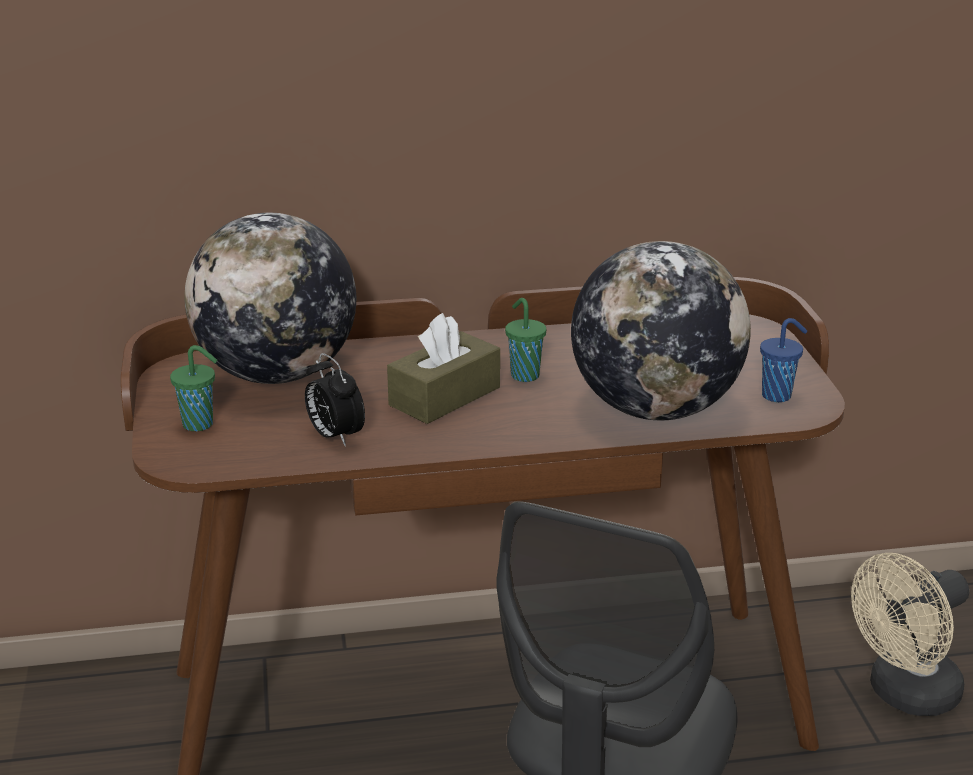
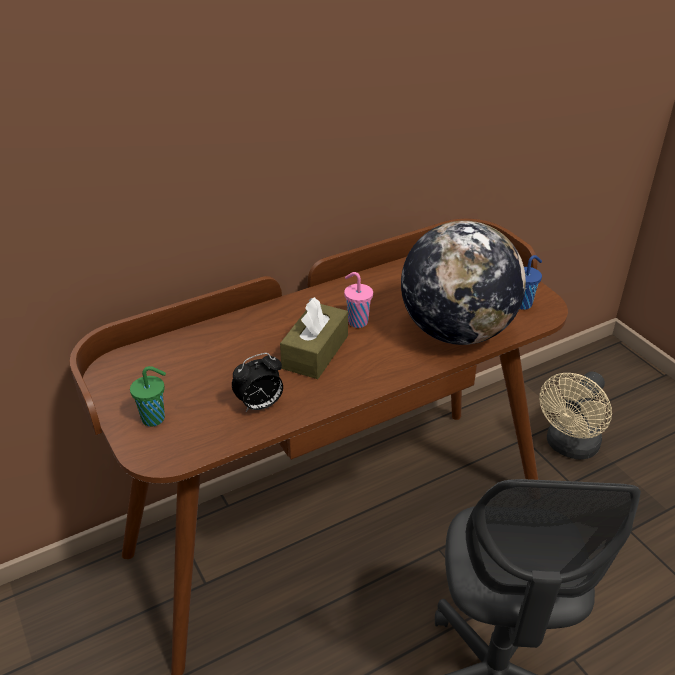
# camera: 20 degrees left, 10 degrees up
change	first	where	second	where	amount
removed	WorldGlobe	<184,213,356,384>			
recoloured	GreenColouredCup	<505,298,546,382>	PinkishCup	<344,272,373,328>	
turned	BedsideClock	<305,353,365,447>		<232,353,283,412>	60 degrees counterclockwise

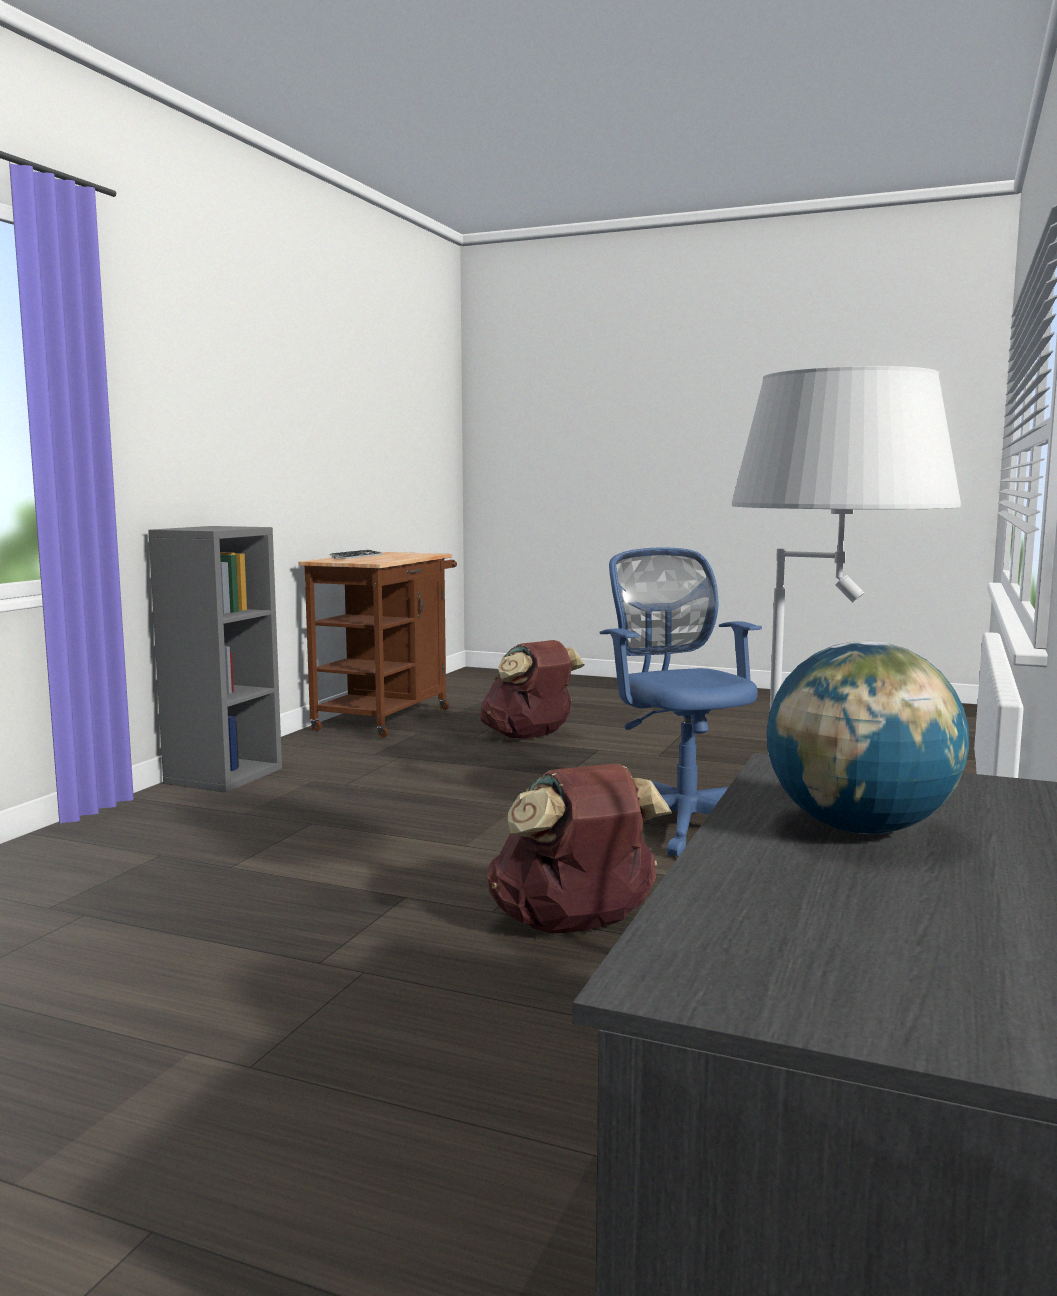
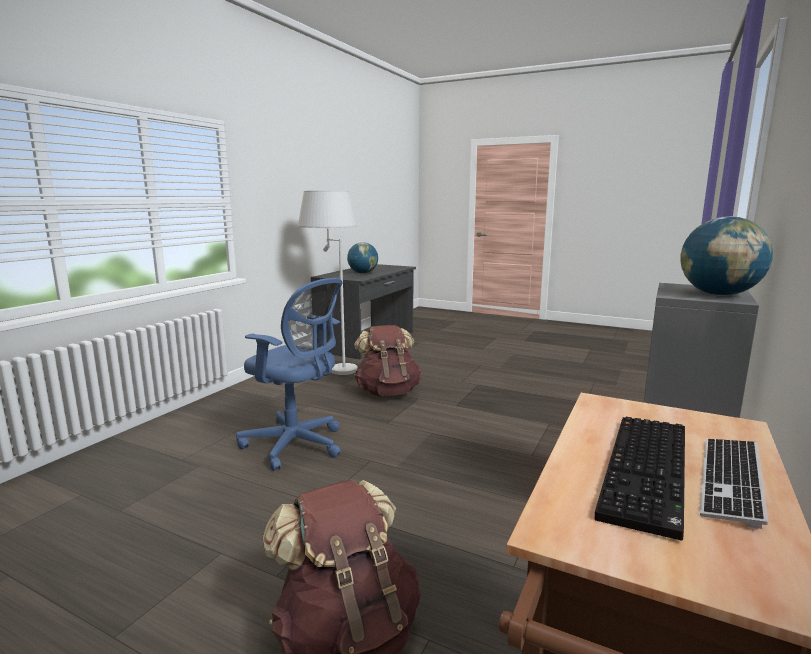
# camera: 175 degrees left, 5 degrees up
change	first	where	second	where	amount
added			PcKeyboard	<595,417,685,541>	
added			WorldGlobe	<680,216,773,296>	
turned	BlueComputerChair	<599,547,762,857>		<236,278,343,471>	45 degrees counterclockwise

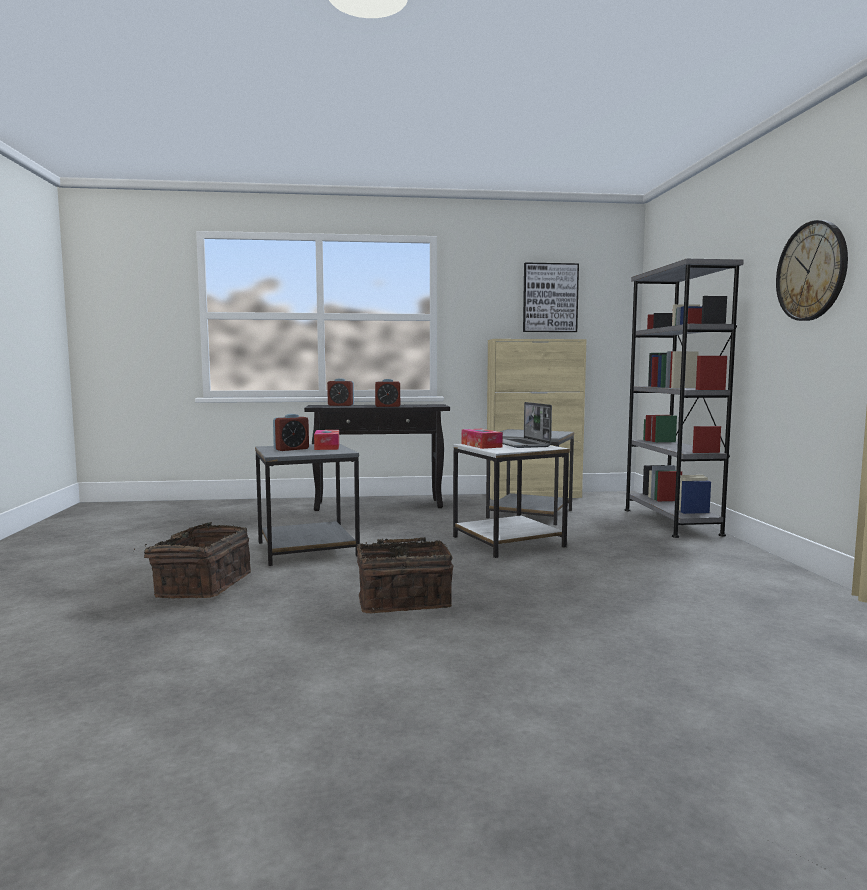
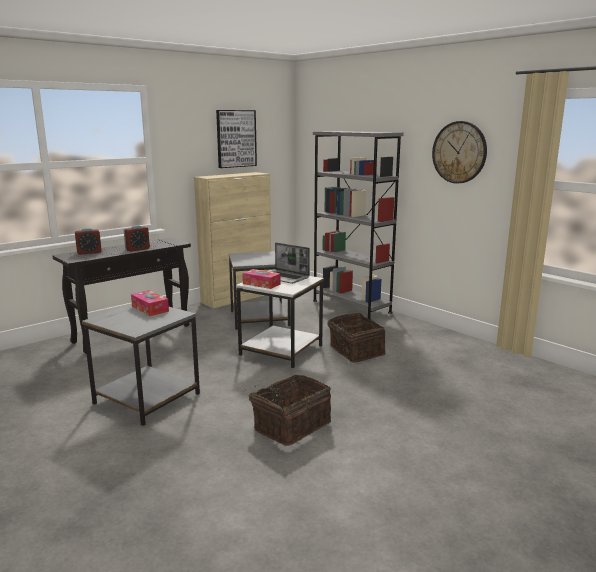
# camera: 35 degrees left, 10 degrees up
change	first	where	second	where	amount
removed	BedsideClock	<273,414,309,451>			
moved	StorageBasket	<133,522,251,598>		<327,313,386,363>	

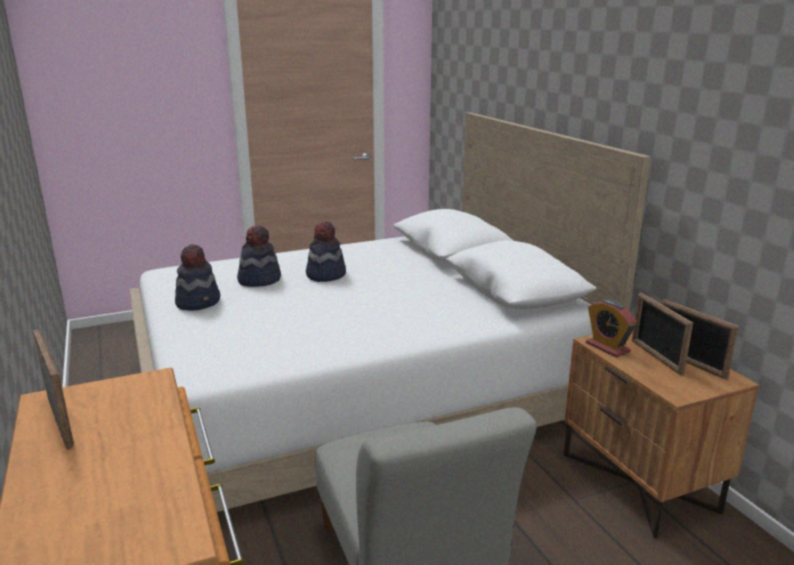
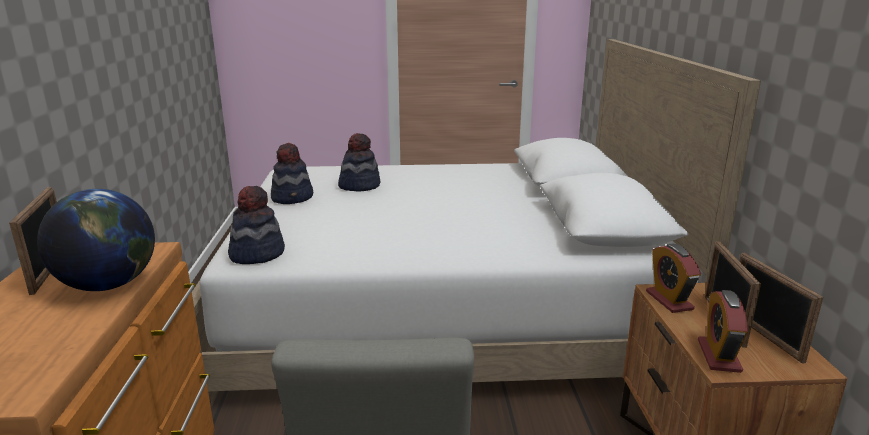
# camera: 20 degrees right, 0 degrees up
change	first	where	second	where	amount
added			WorldGlobe	<37,189,155,291>	
added			BedsideClock	<698,290,748,373>	
moved	WearableHat	<306,221,346,282>		<228,186,285,264>	

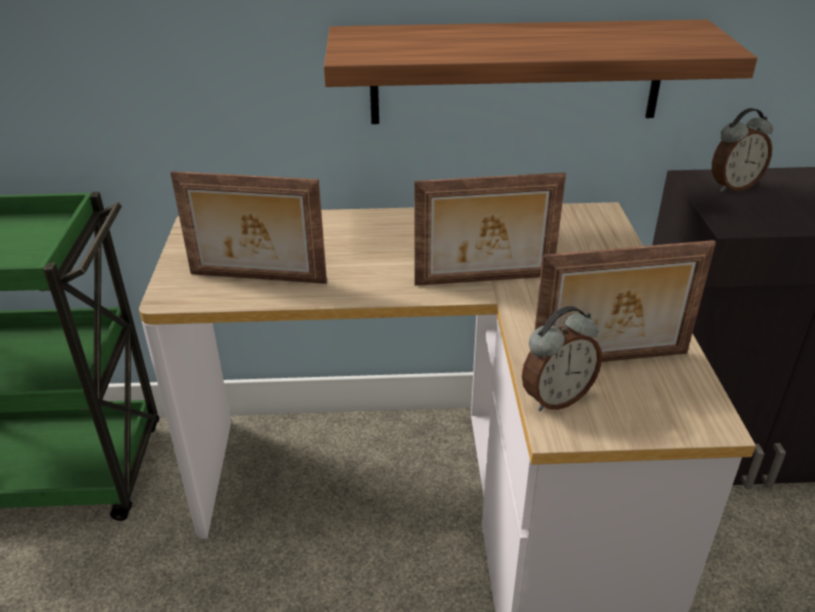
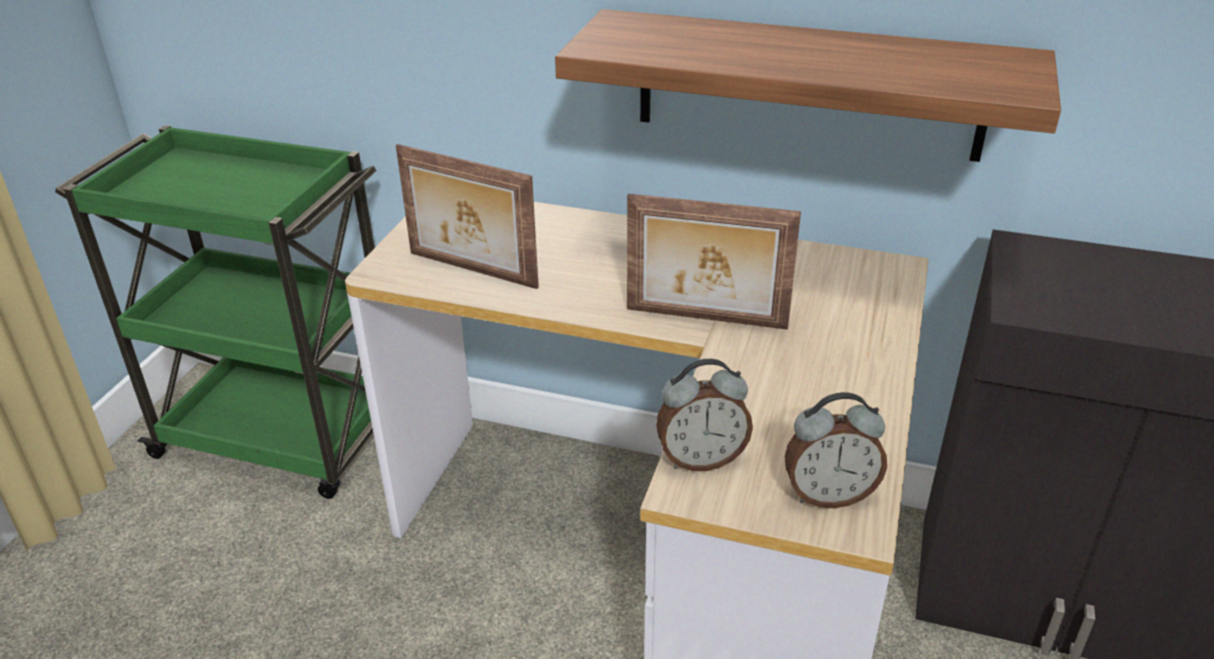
# camera: 20 degrees right, 0 degrees up
change	first	where	second	where	amount
removed	StandingFrame	<534,240,716,362>			
moved	BedsideClock	<712,108,773,192>		<784,392,887,508>	

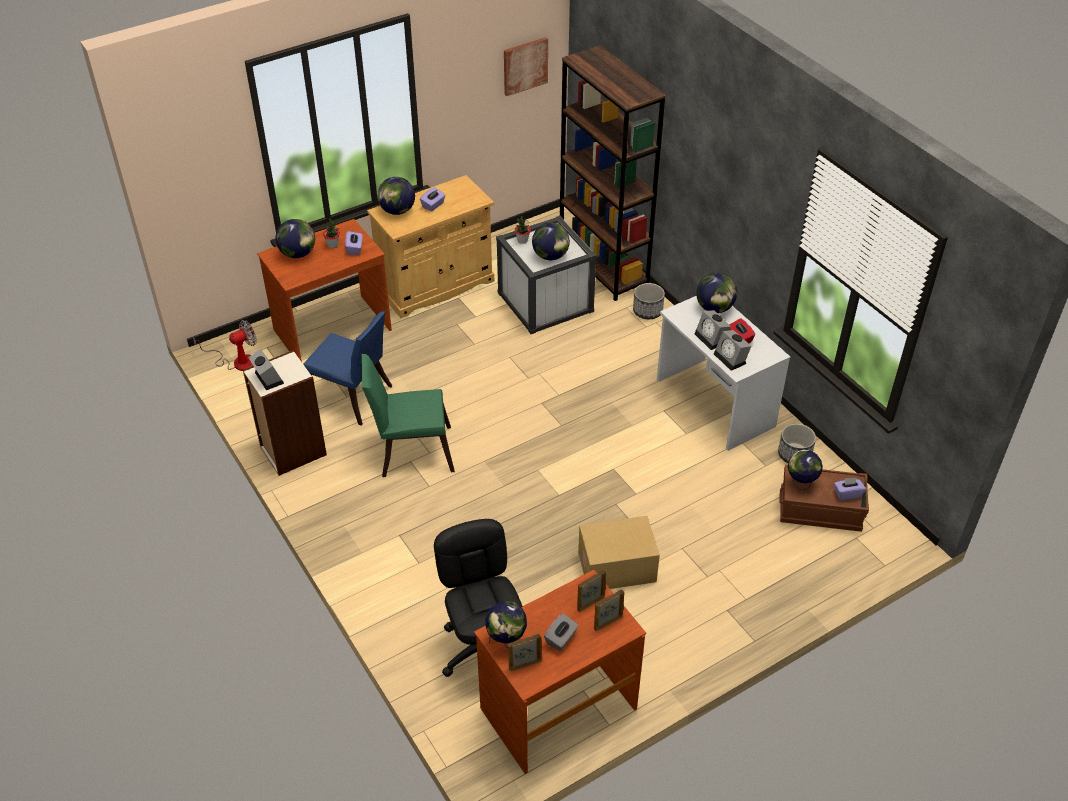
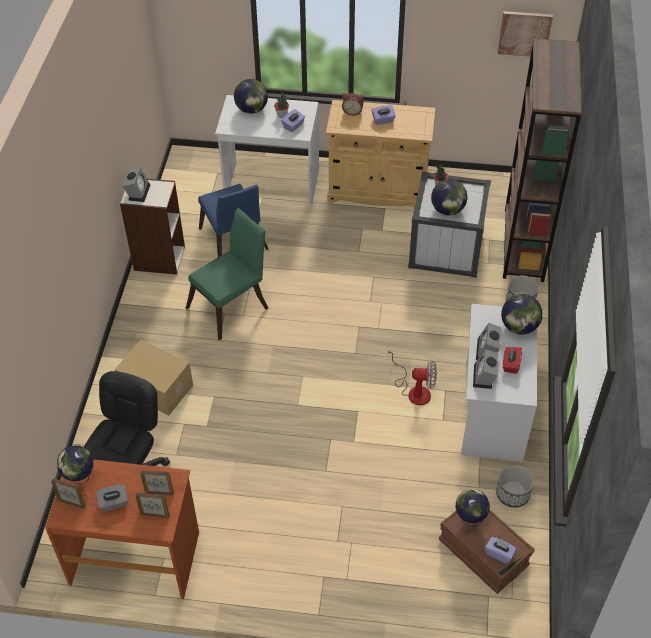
# camera: 40 degrees right, 5 degrees up
change	first	where	second	where	amount
moved	CoolingFan	<192,320,257,371>		<388,348,437,405>	
moved	CardboardBox	<578,516,660,589>		<115,340,193,415>	
replaced	WorldGlobe	<377,177,415,215>	BedsideClock	<342,93,364,116>	
recoloured	BrownDeskUnit	<257,219,392,362>	WhitishDeskUnit	<215,95,319,207>	
turned	GreenColouredUprightChair	<362,354,455,477>		<186,208,268,340>	105 degrees clockwise

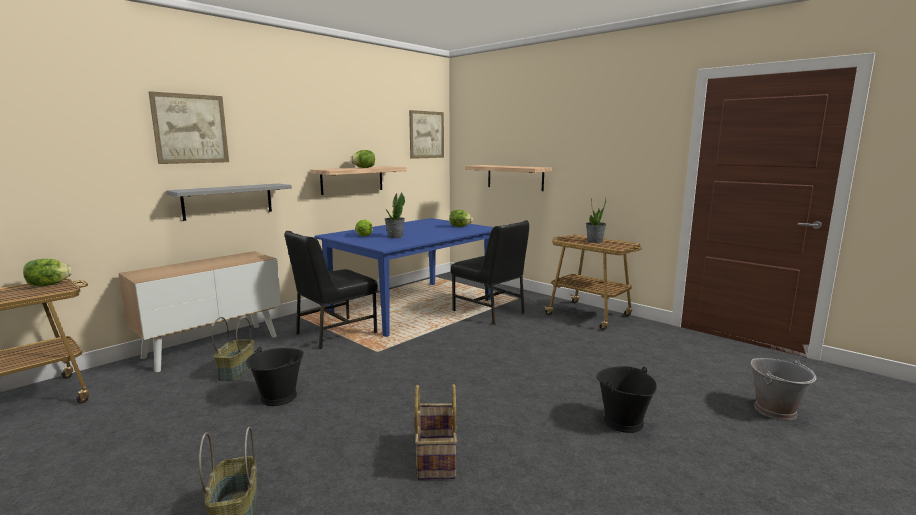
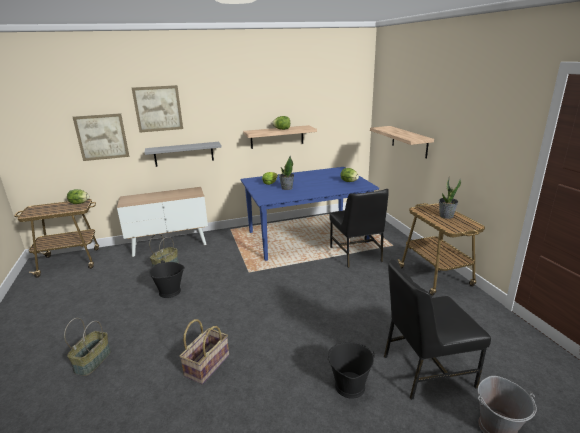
# camera: 30 degrees right, 10 degrees up
change	first	where	second	where	amount
moved	BlackishUprightChair	<285,231,378,349>		<384,259,491,400>	
moved	WallArt	<409,110,444,159>		<73,113,129,161>	

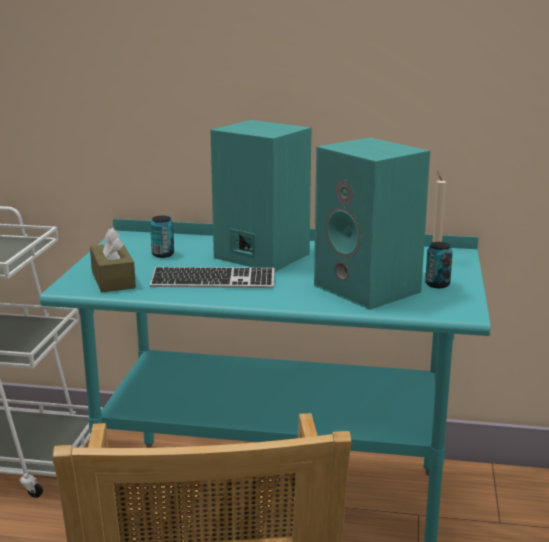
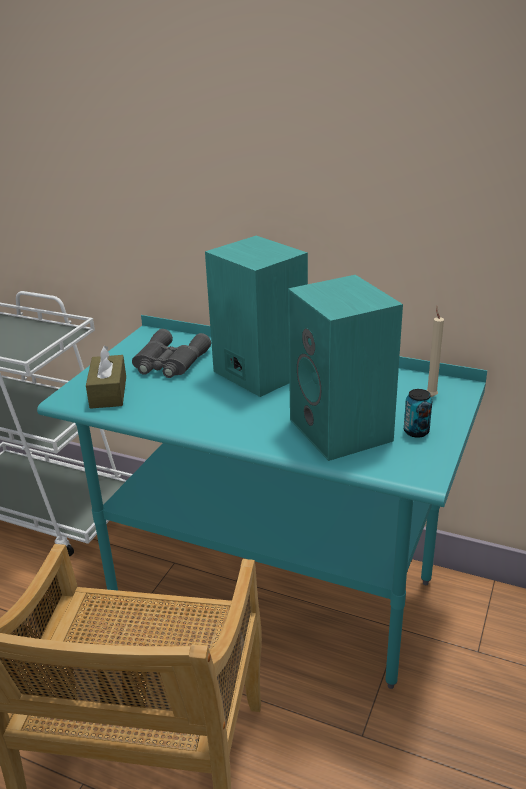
# camera: 15 degrees right, 10 degrees up
change	first	where	second	where	amount
removed	PcKeyboard	<150,267,275,288>			
replaced	SealedCan	<150,216,174,258>	GreyFieldGlasses	<132,329,211,378>	

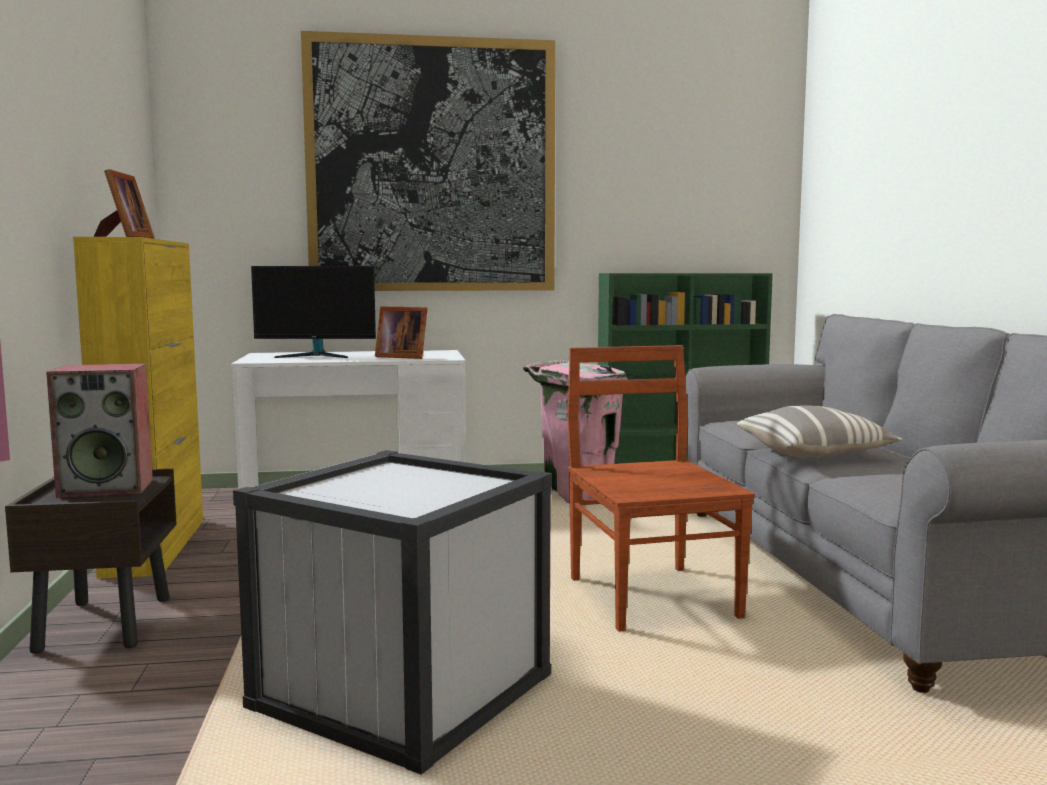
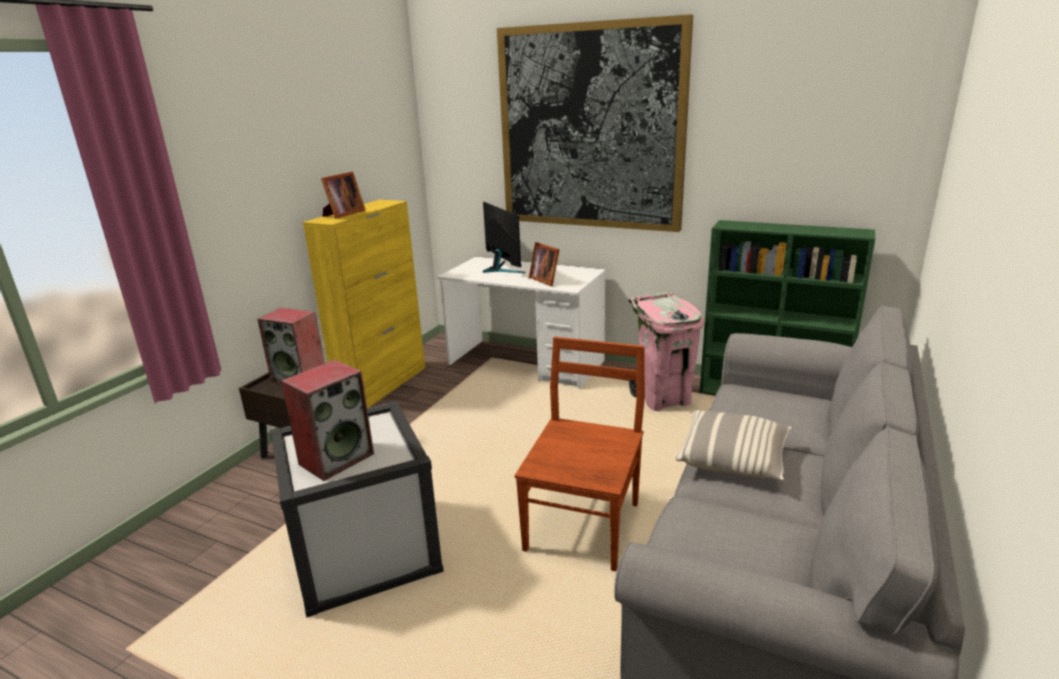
# camera: 35 degrees right, 15 degrees up
change	first	where	second	where	amount
added			Loudspeaker	<281,360,374,481>	
turned	Monitor	<251,266,376,358>		<483,202,526,273>	150 degrees counterclockwise

